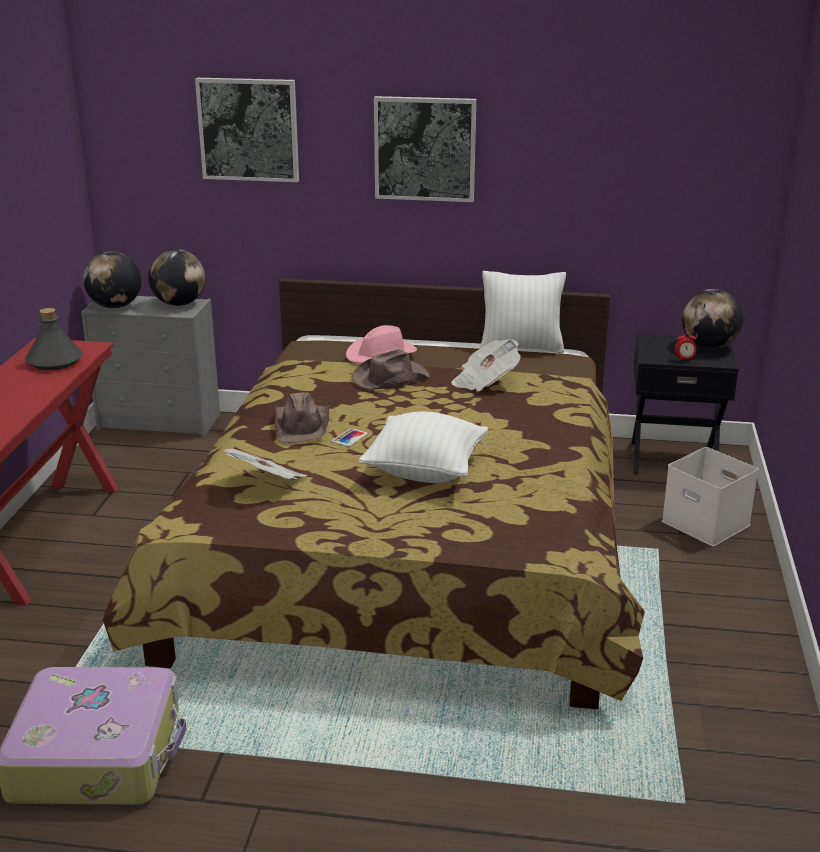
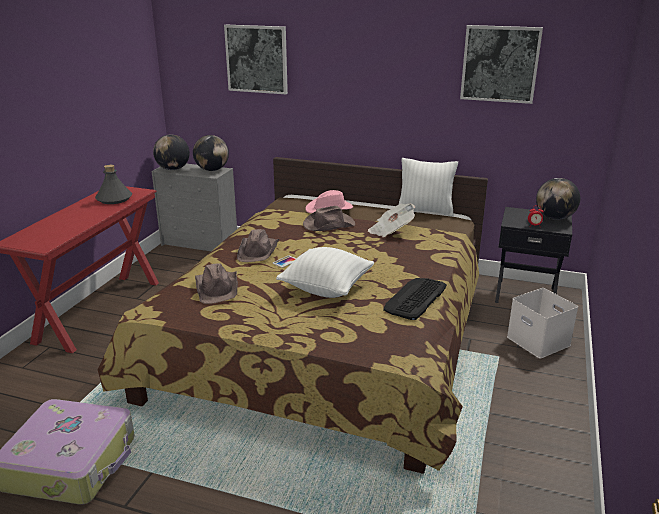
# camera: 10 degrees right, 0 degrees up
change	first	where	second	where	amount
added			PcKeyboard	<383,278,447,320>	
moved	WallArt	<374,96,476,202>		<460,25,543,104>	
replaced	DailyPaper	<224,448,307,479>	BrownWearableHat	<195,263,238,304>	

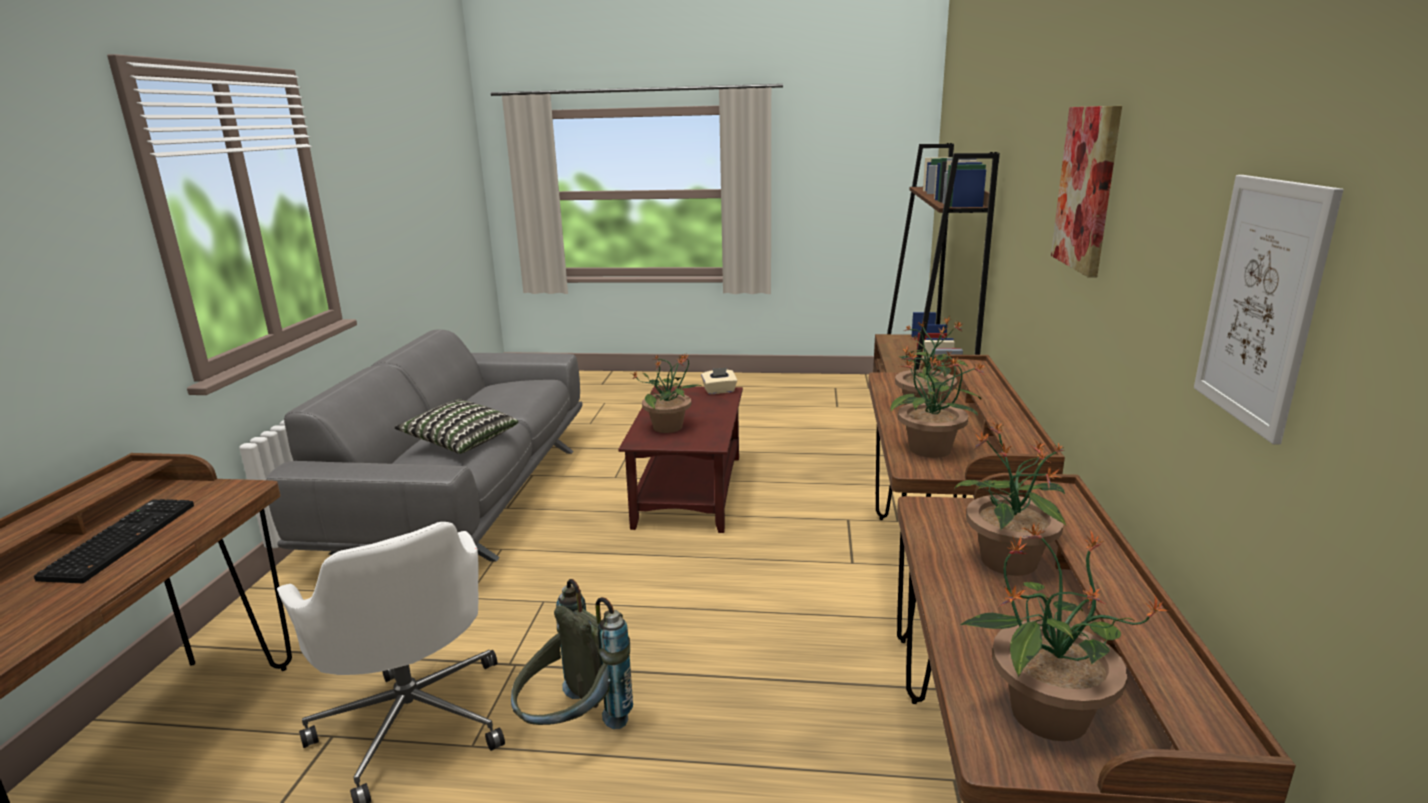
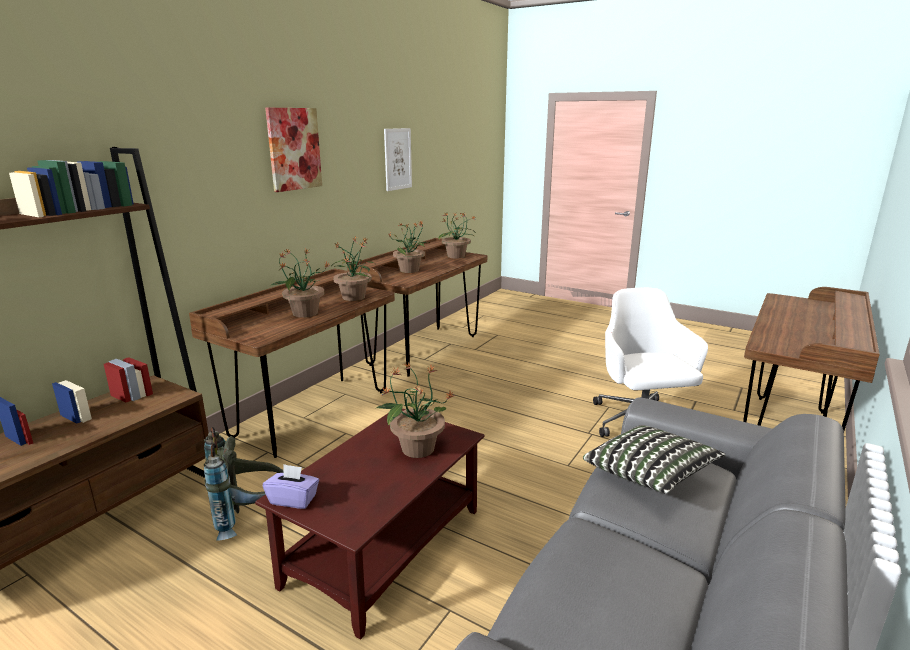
# camera: 155 degrees left, 0 degrees up
change	first	where	second	where	amount
removed	PcKeyboard	<34,499,194,583>			
moved	GreyKnapsack	<511,579,633,729>		<204,427,284,541>	
recoloured	SandColouredBoxOfTissues	<701,367,737,394>	PurplishBoxOfTissues	<263,464,319,509>	

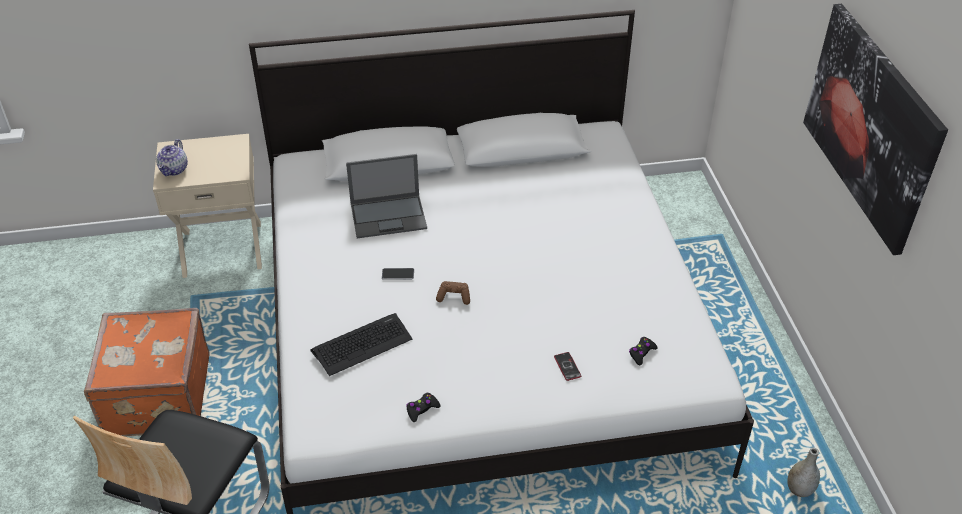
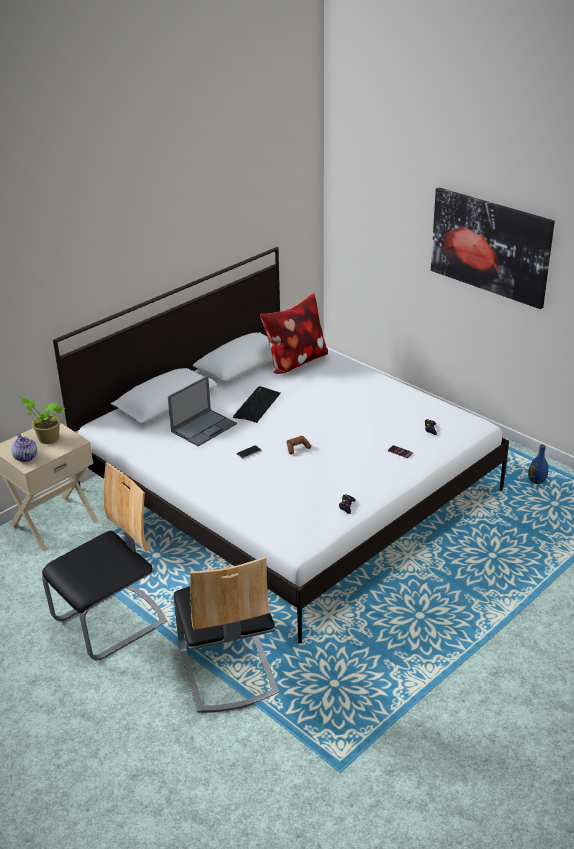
# camera: 35 degrees left, 10 degrees down
change	first	where	second	where	amount
added			Houseplant	<18,397,65,444>	
added			ThrowPillow	<260,293,328,374>	
moved	PcKeyboard	<310,313,412,376>		<233,386,281,423>	
replaced	OrangeSuitcase	<84,308,209,437>	UprightChair	<42,463,167,661>	
recoloured	GreyDecorativeVase	<787,447,820,497>	BlueDecorativeVase	<528,444,548,484>	

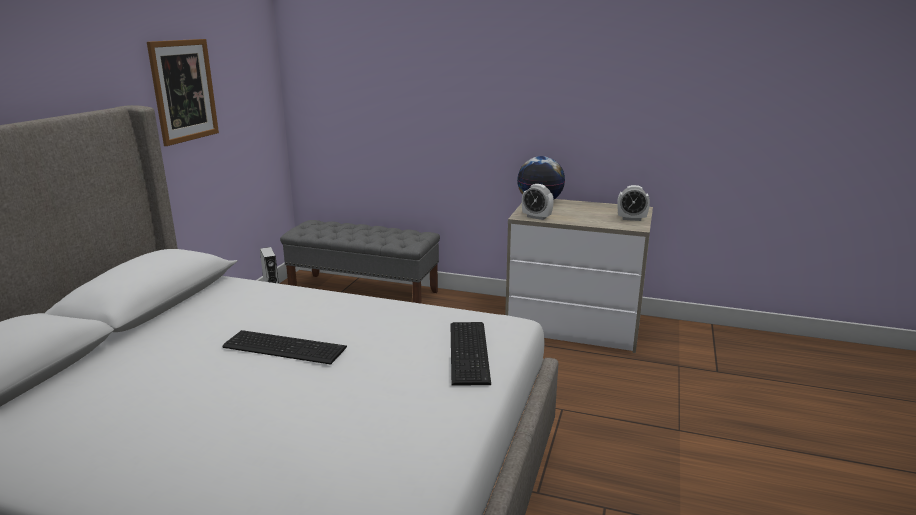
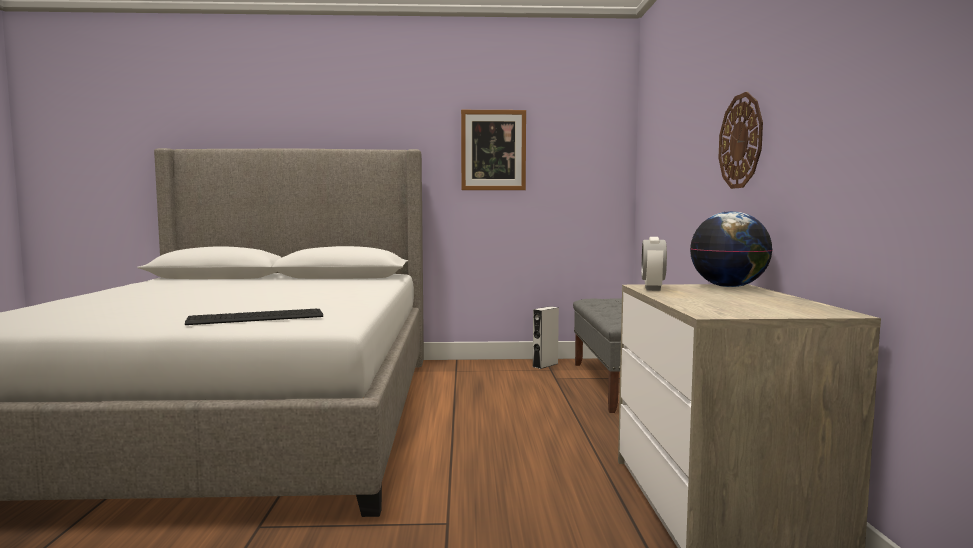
# camera: 70 degrees right, 15 degrees down
change	first	where	second	where	amount
removed	PcKeyboard	<222,330,347,365>			
removed	BedsideClock	<617,185,650,221>			
added			ClockOnTheWall	<718,92,763,189>	

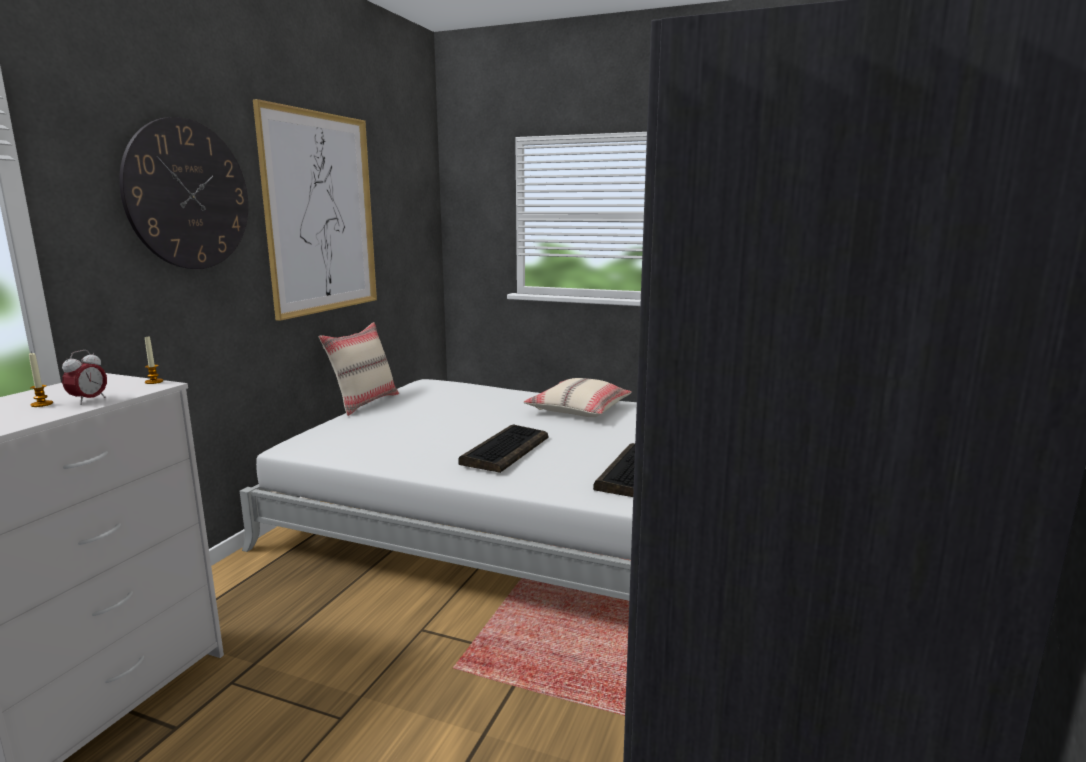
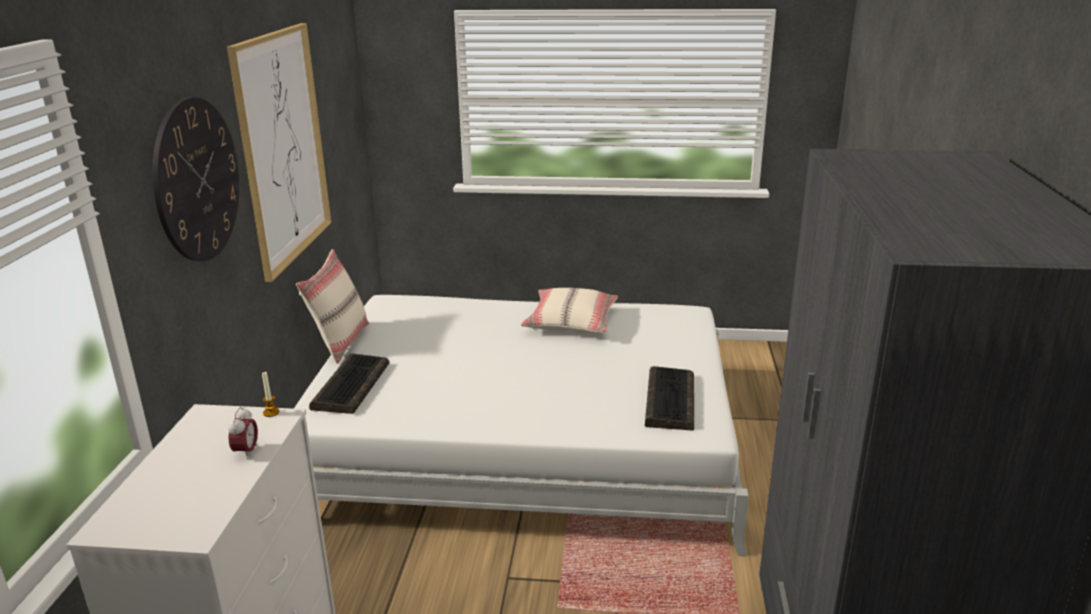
# camera: 15 degrees left, 10 degrees up
change	first	where	second	where	amount
removed	WaxLight	<29,352,53,407>			
moved	PcKeyboard	<458,425,548,473>		<309,353,389,414>	

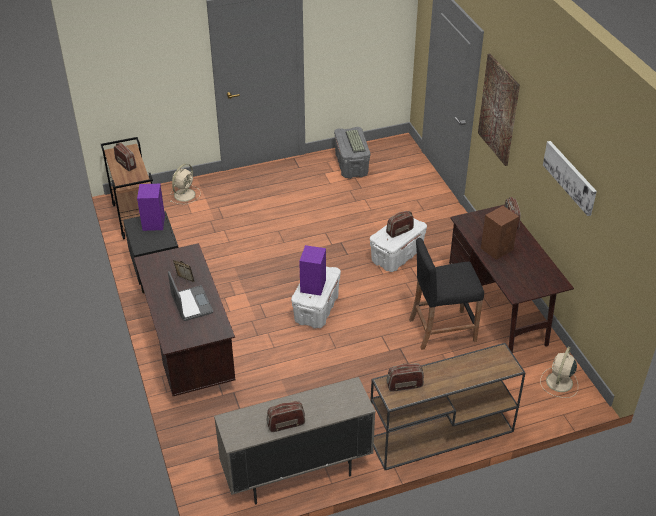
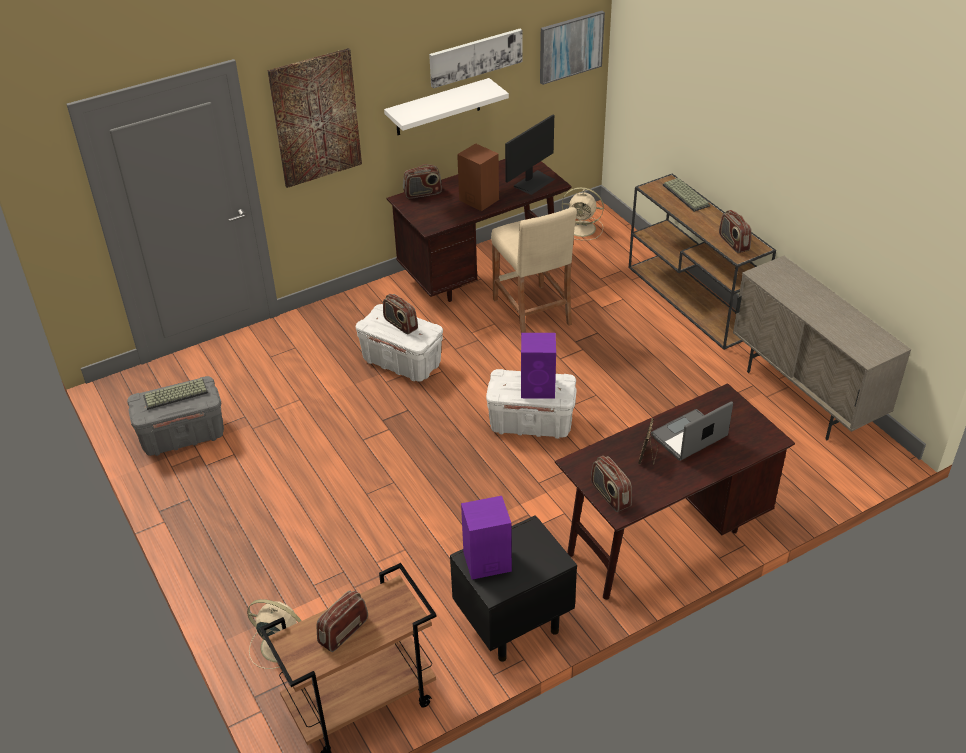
# camera: 100 degrees left, 0 degrees up
change	first	where	second	where	amount
added			WhitishShelf	<384,78,509,135>	
added			Monitor	<505,115,555,195>	
added			WallArt	<540,11,605,85>	
added			PcKeyboard	<663,178,710,212>	
moved	RadioSet	<267,401,305,432>		<591,456,632,512>	
recoloured	BlackishSittingStool	<409,238,484,350>	SandColouredSittingStool	<491,207,577,333>	

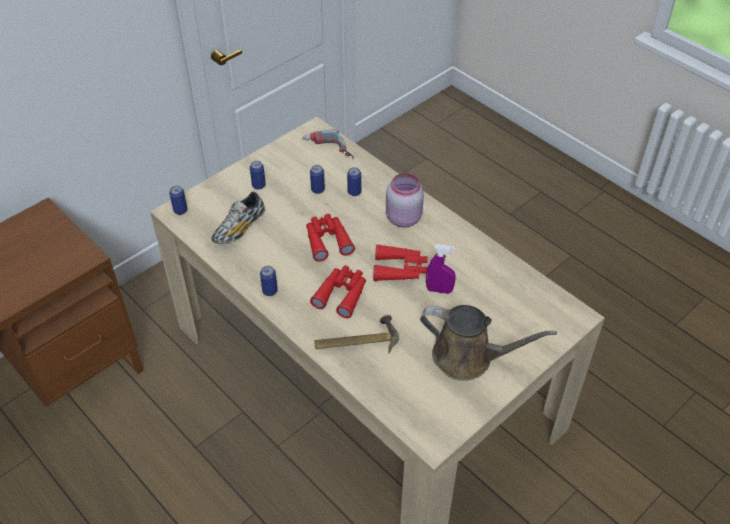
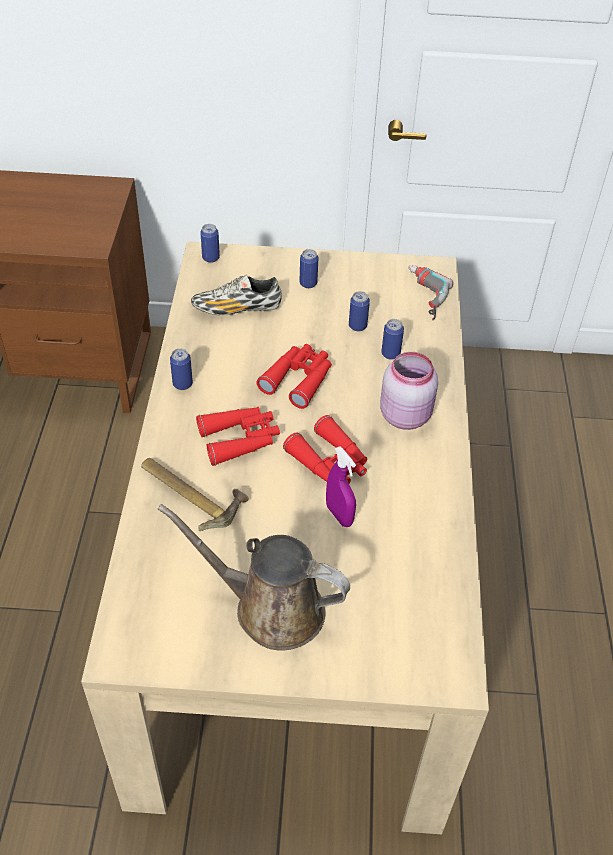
# camera: 45 degrees right, 0 degrees up
change	first	where	second	where	amount
turned	BrownSprinklingCan	<420,305,557,381>		<158,504,350,651>	135 degrees clockwise

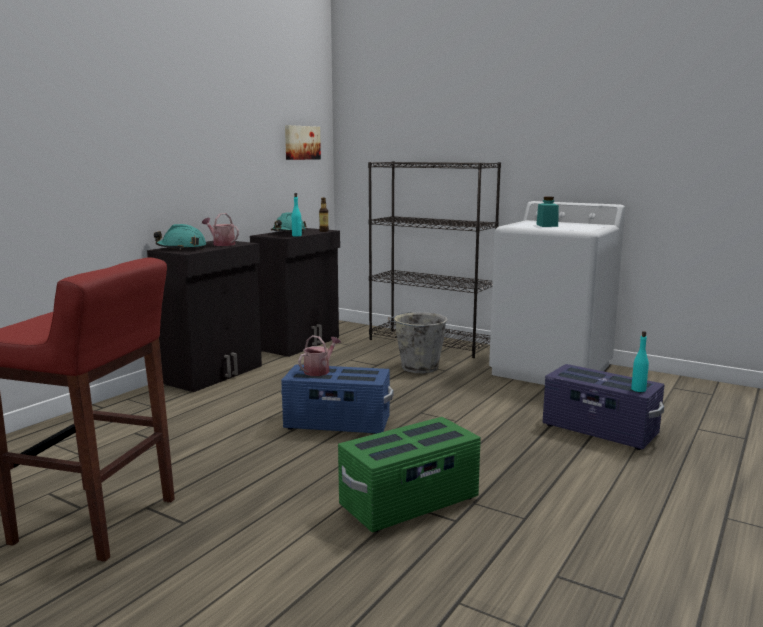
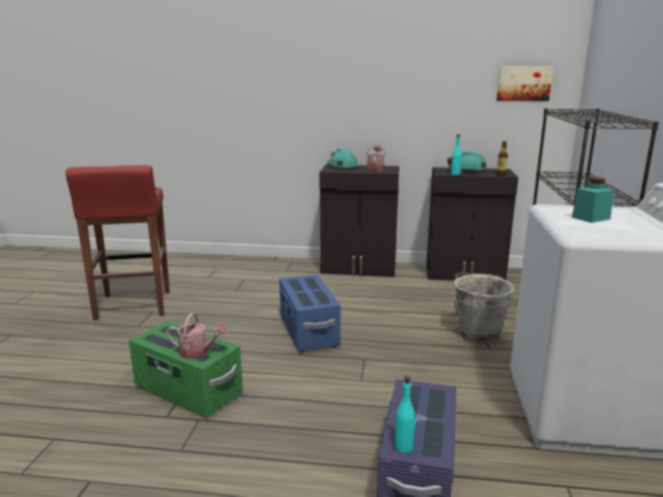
# camera: 65 degrees right, 5 degrees up
change	first	where	second	where	amount
moved	SprinklingCan	<298,335,341,376>		<166,313,228,359>	

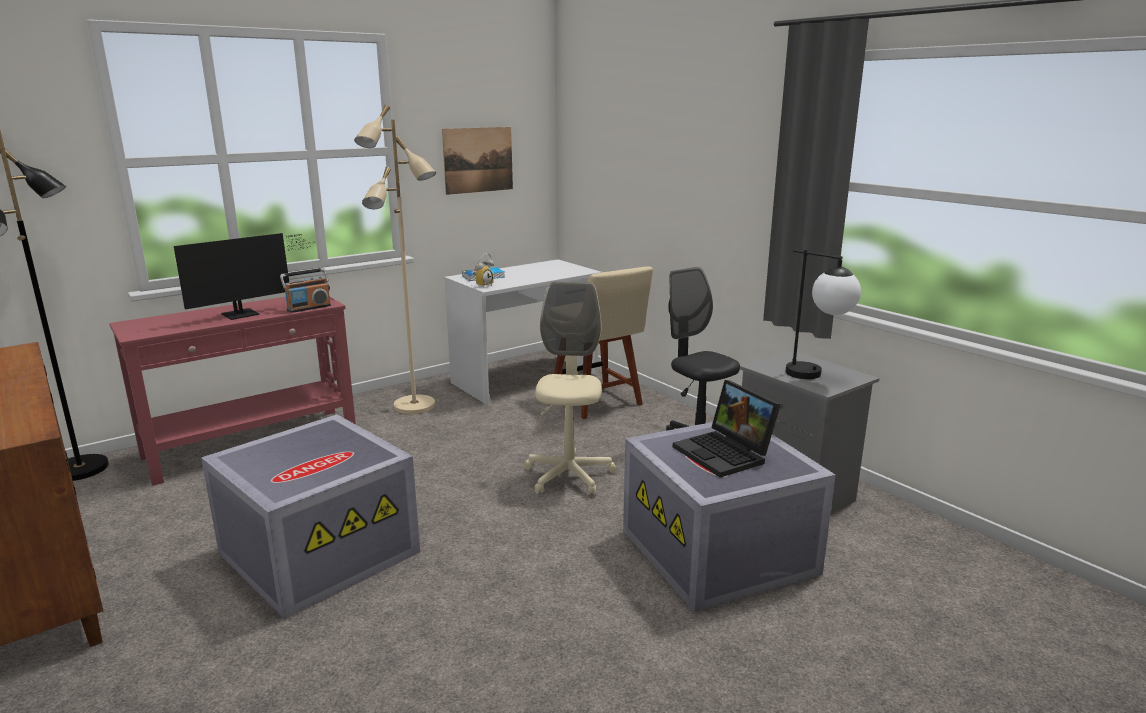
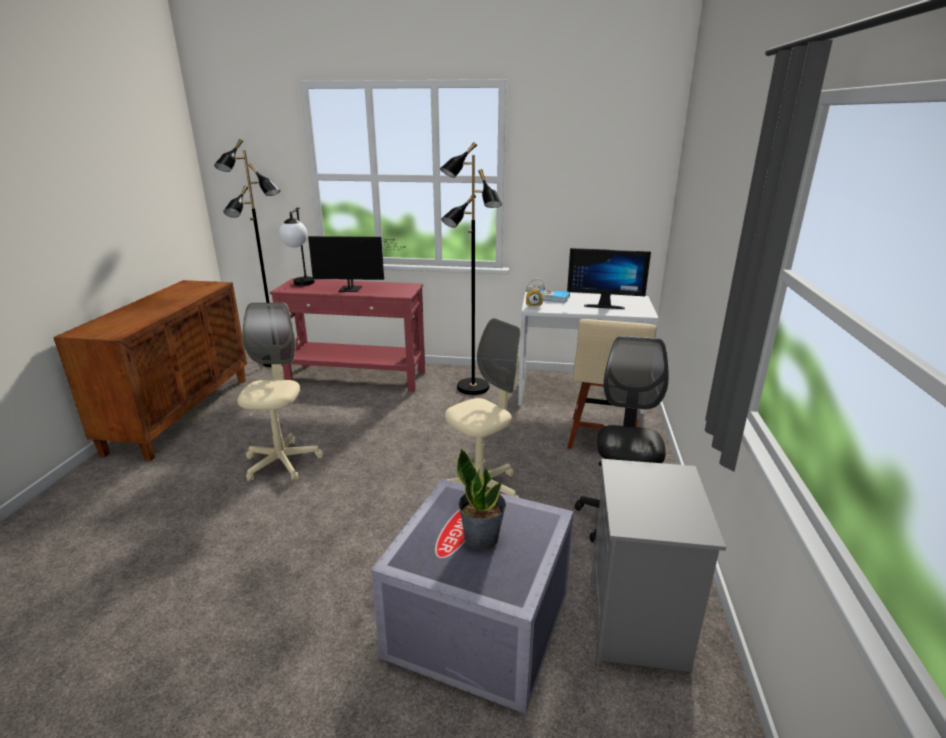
# camera: 45 degrees right, 5 degrees up
change	first	where	second	where	amount
removed	RadioSet	<280,268,331,313>			
removed	WallArt	<442,127,513,195>			
added			Monitor	<567,248,651,309>	
moved	TabletopLamp	<785,249,861,379>		<279,207,315,286>	
replaced	GreyStorageContainer	<201,414,420,620>	SandColouredComputerChair	<238,303,323,482>	
replaced	NotebookComputer	<673,380,781,478>	Houseplant	<456,449,506,550>	
recoloured	SandColouredFloorLamp	<354,105,436,414>	BlackishFloorLamp	<440,142,502,395>	

